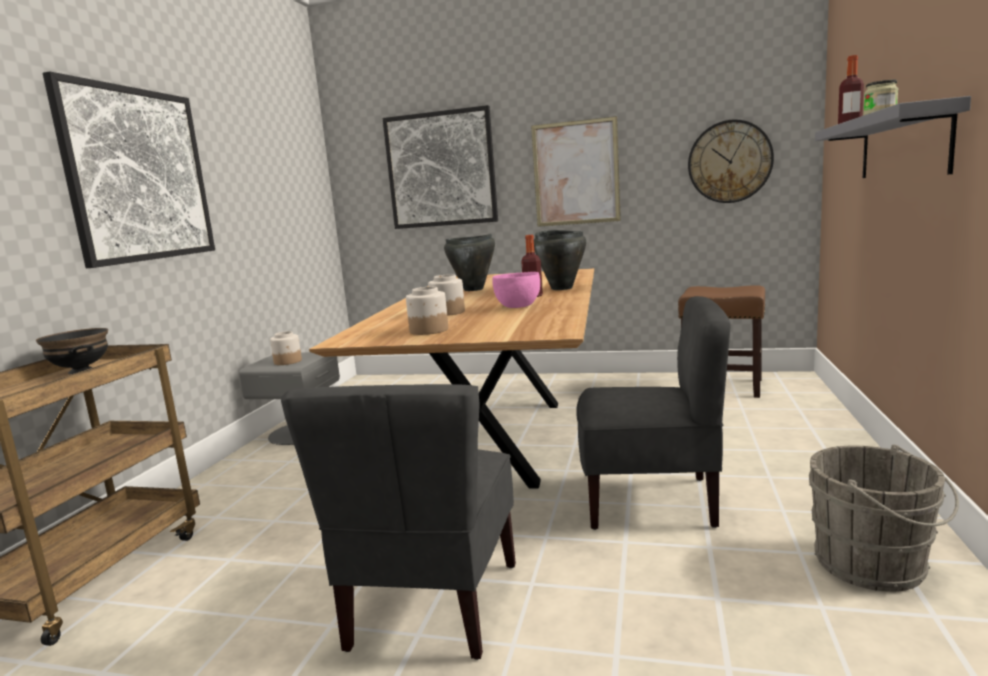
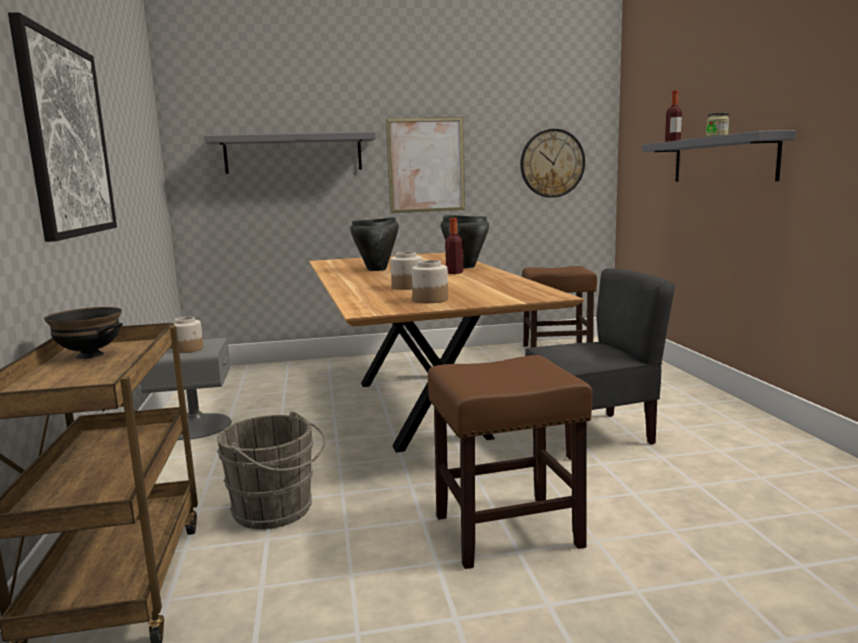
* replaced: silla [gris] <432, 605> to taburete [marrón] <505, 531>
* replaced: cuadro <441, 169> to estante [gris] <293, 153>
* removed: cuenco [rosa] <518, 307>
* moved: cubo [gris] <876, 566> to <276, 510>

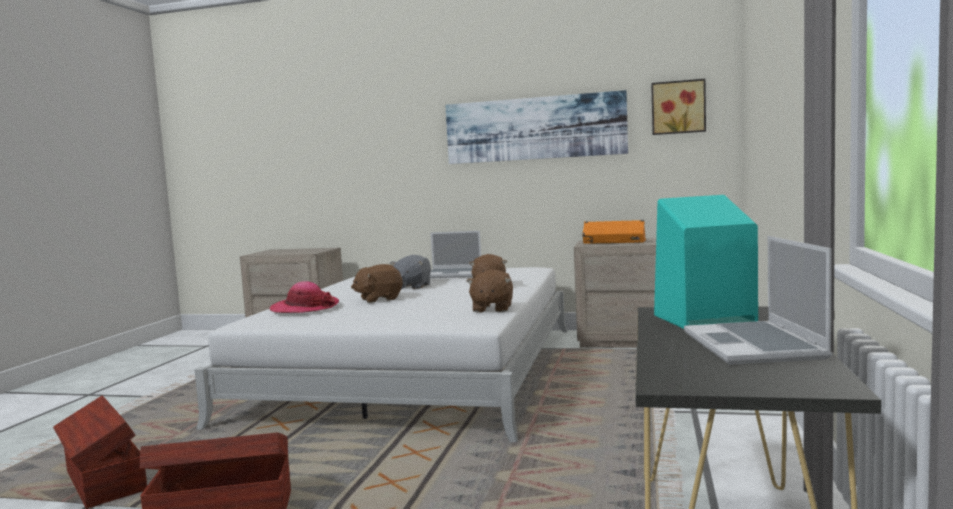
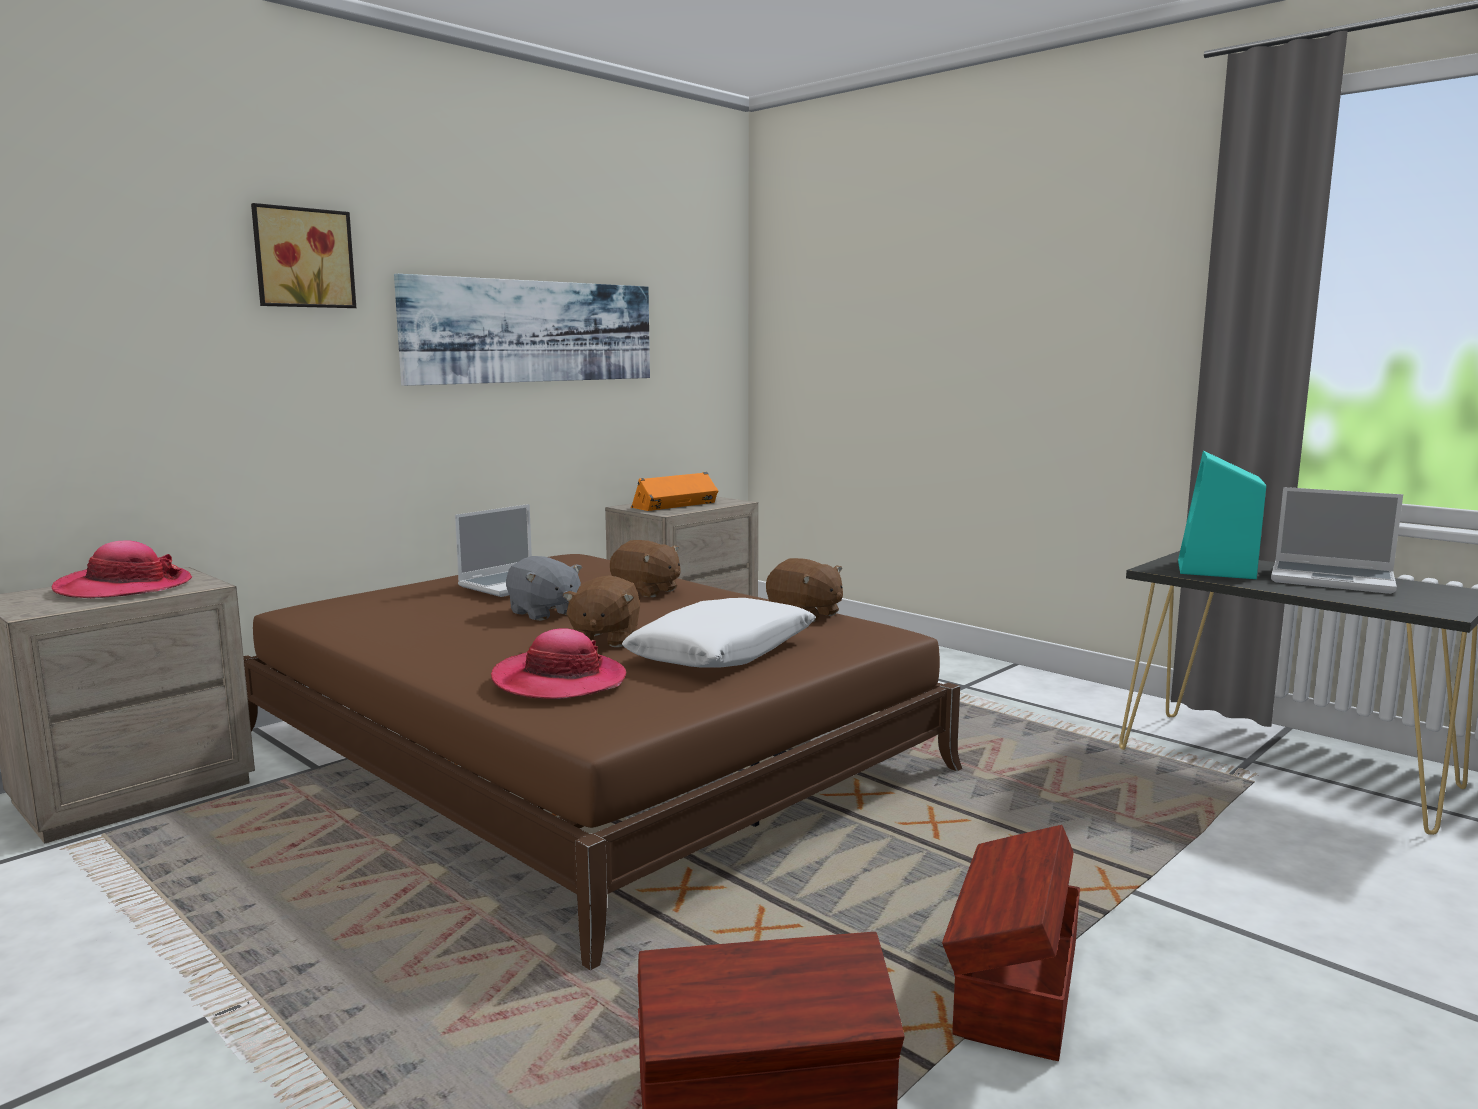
* recoloured: cama [blanco] <417, 371> to cama [marrón] <585, 753>
* moved: cuadro <678, 107> to <302, 258>
* added: sombrero <124, 587>
* added: cojín [blanco] <723, 653>

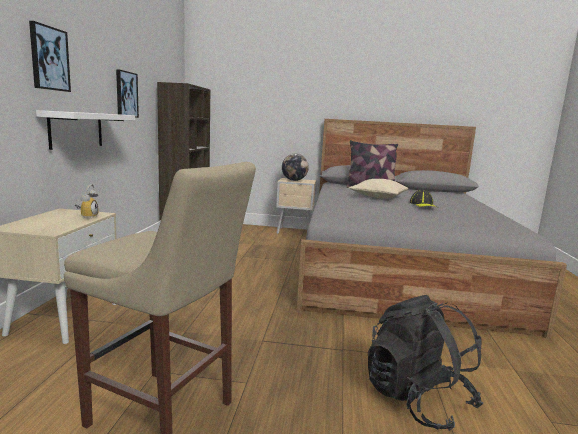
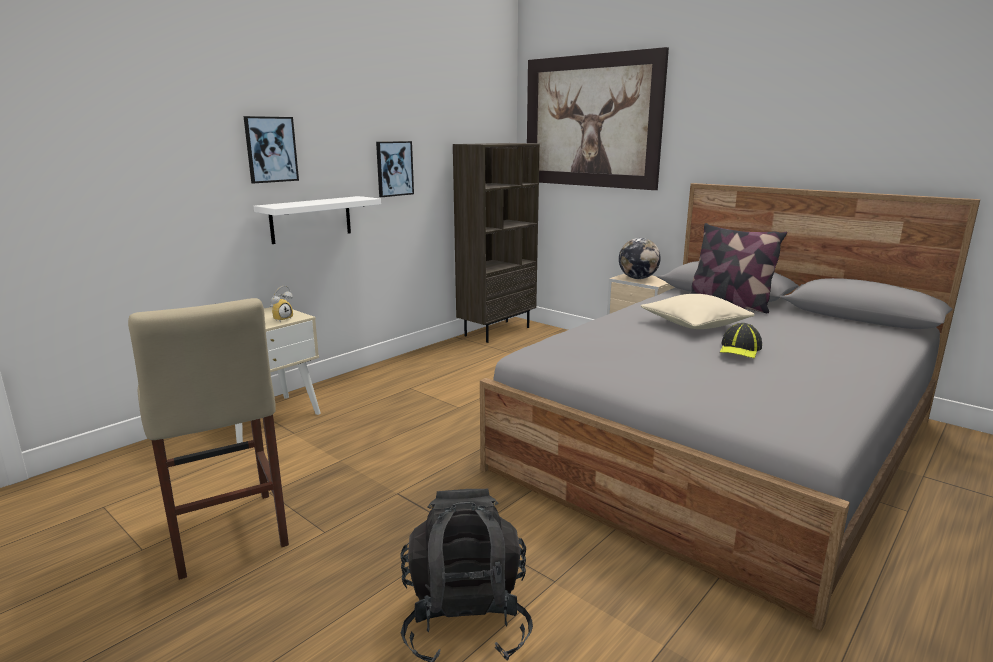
* added: cuadro <590, 121>

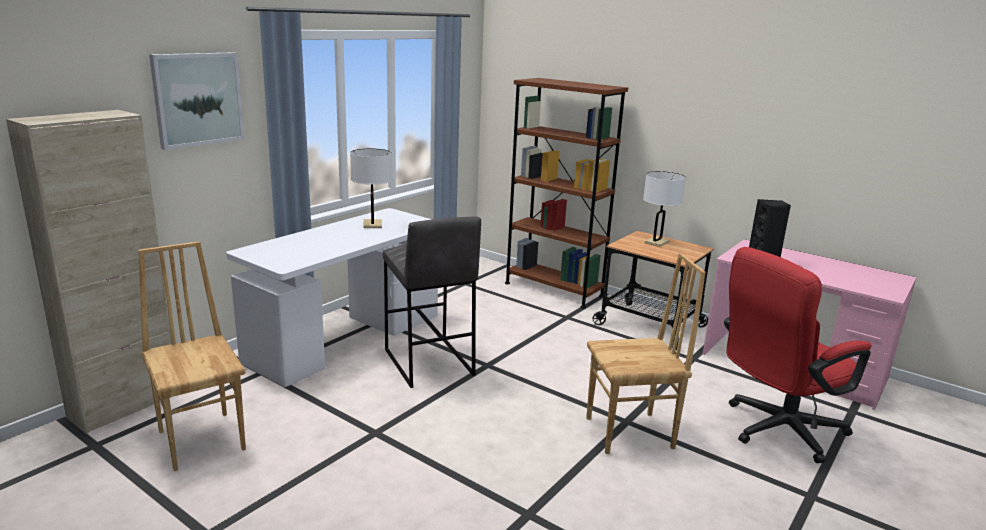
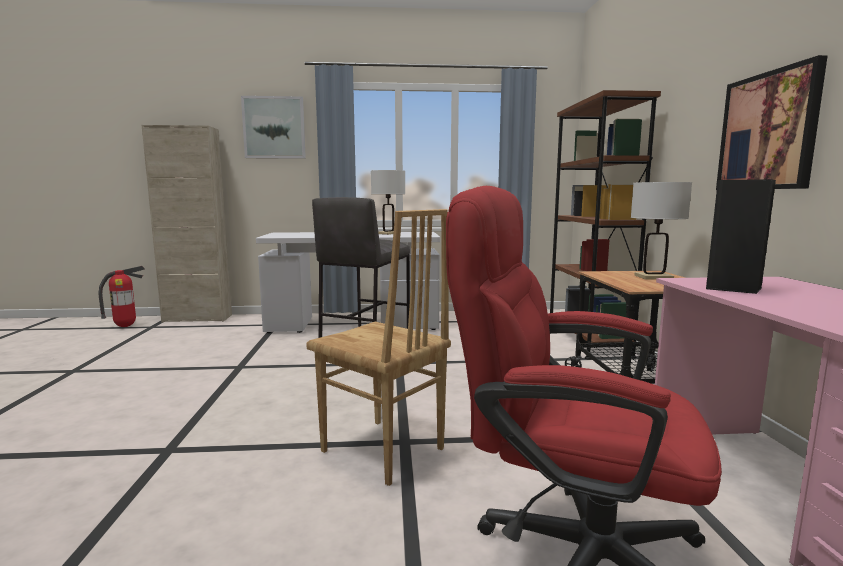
* removed: silla [marrón] <203, 439>
* added: extintor <125, 326>
* added: cuadro <768, 131>

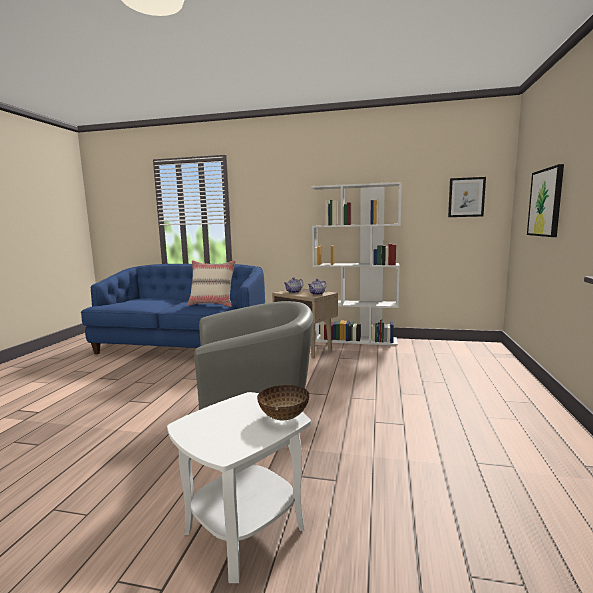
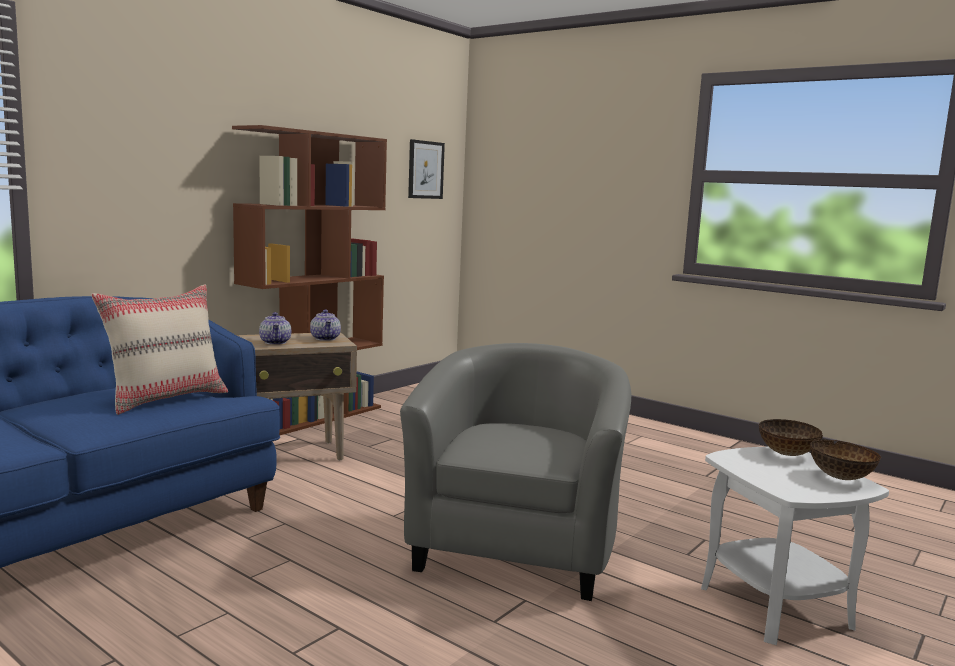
* recoloured: estantería [blanco] <355, 340> to estantería [marrón] <312, 417>
* removed: cuadro <545, 202>
* added: cuenco <841, 478>

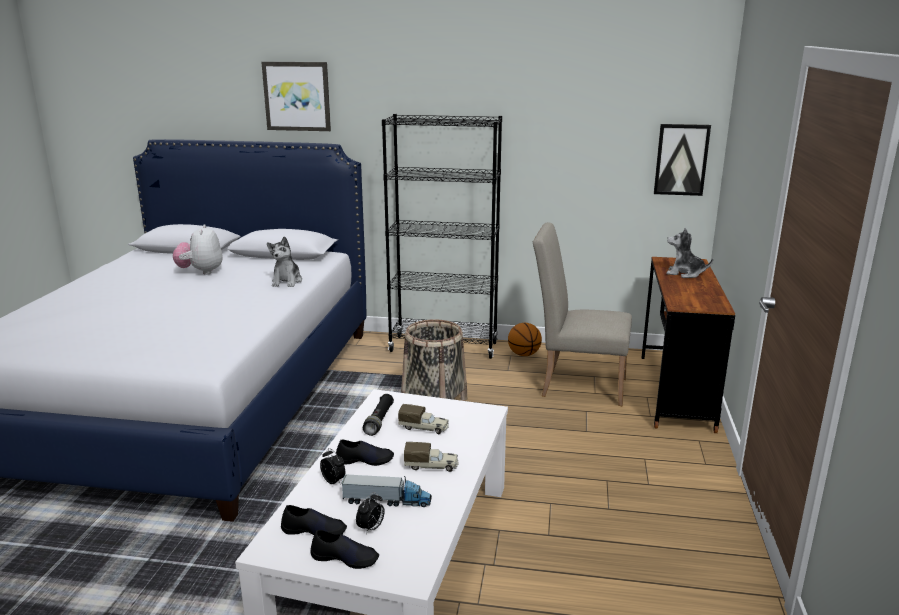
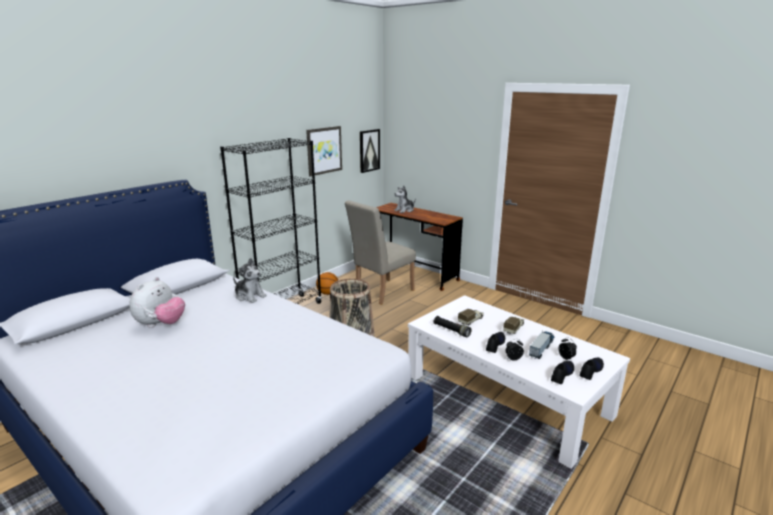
* turned: peluche <201, 272> = <161, 324> 90 degrees counterclockwise
* moved: cuadro <297, 96> to <324, 150>

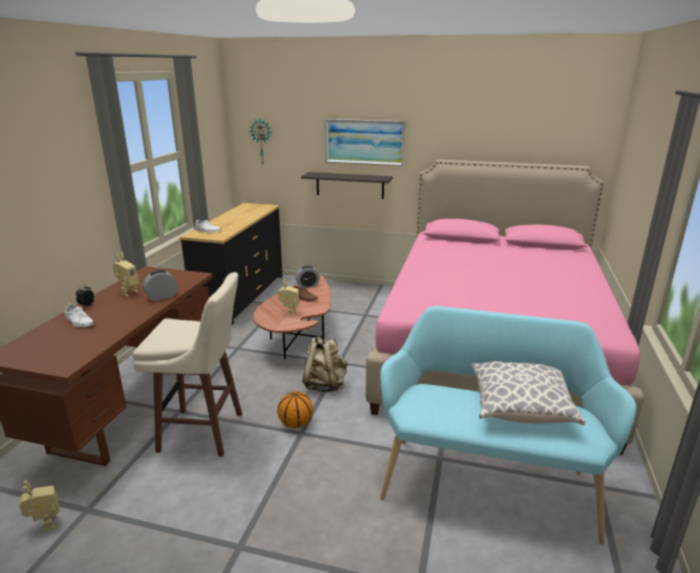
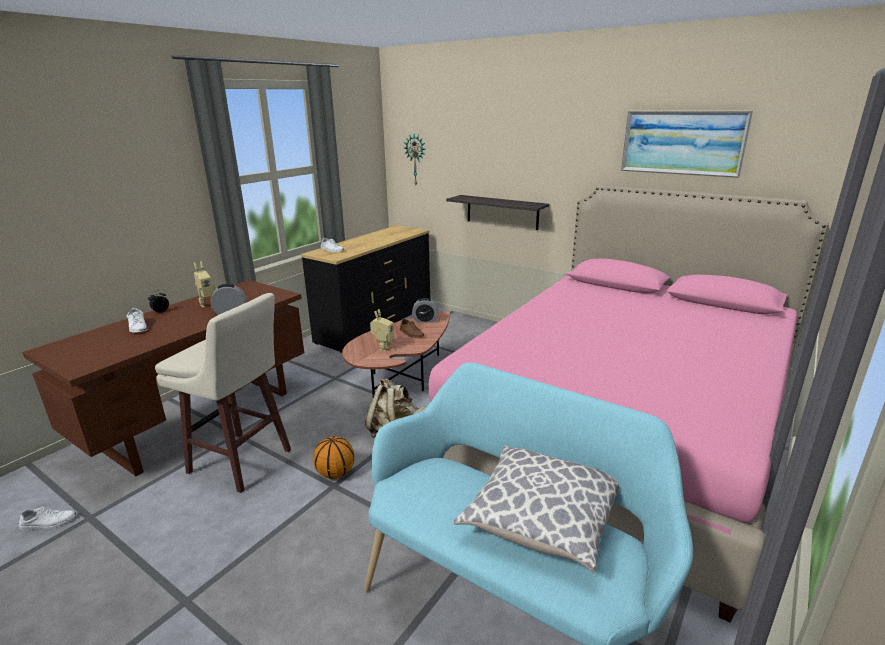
* replaced: robot de juguete <45, 525> to zapato [blanco] <48, 523>
* moved: cuadro <364, 142> to <682, 142>

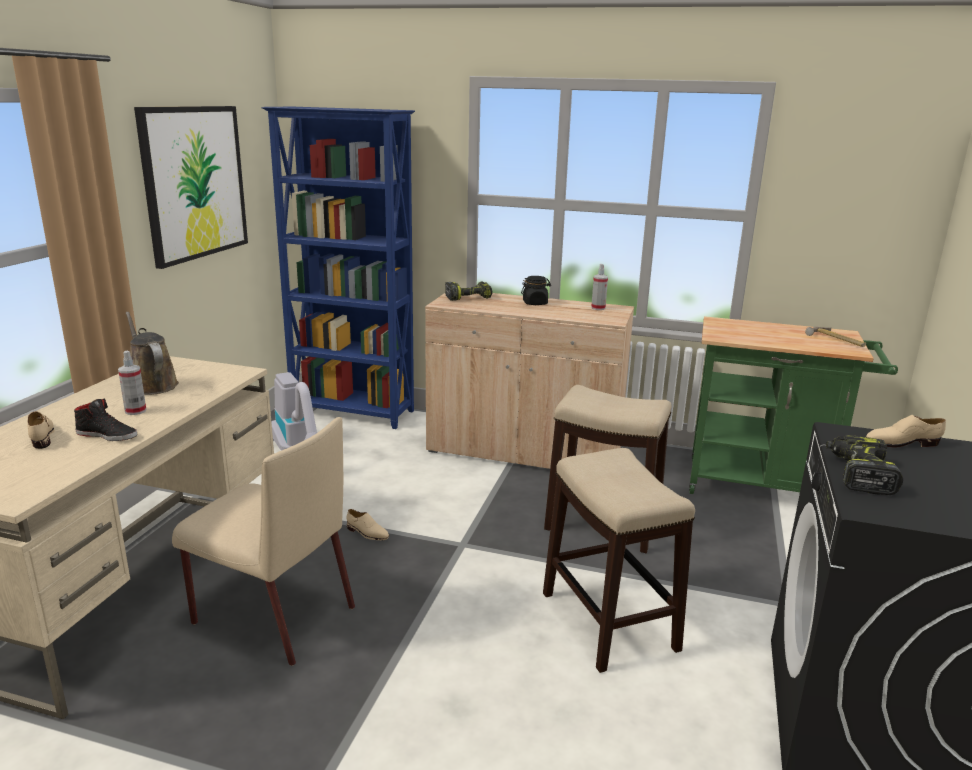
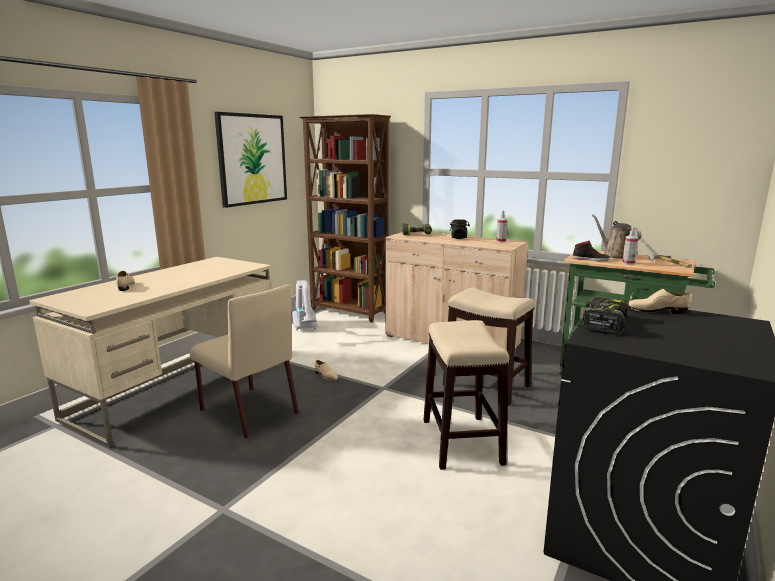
* moved: zapato [negro] <107, 435> to <590, 259>
* moved: pulverizador <135, 411> to <628, 263>
* moved: regadera [marrón] <151, 385> to <615, 255>
* recoloured: estantería [azul] <353, 413> to estantería [marrón] <349, 312>

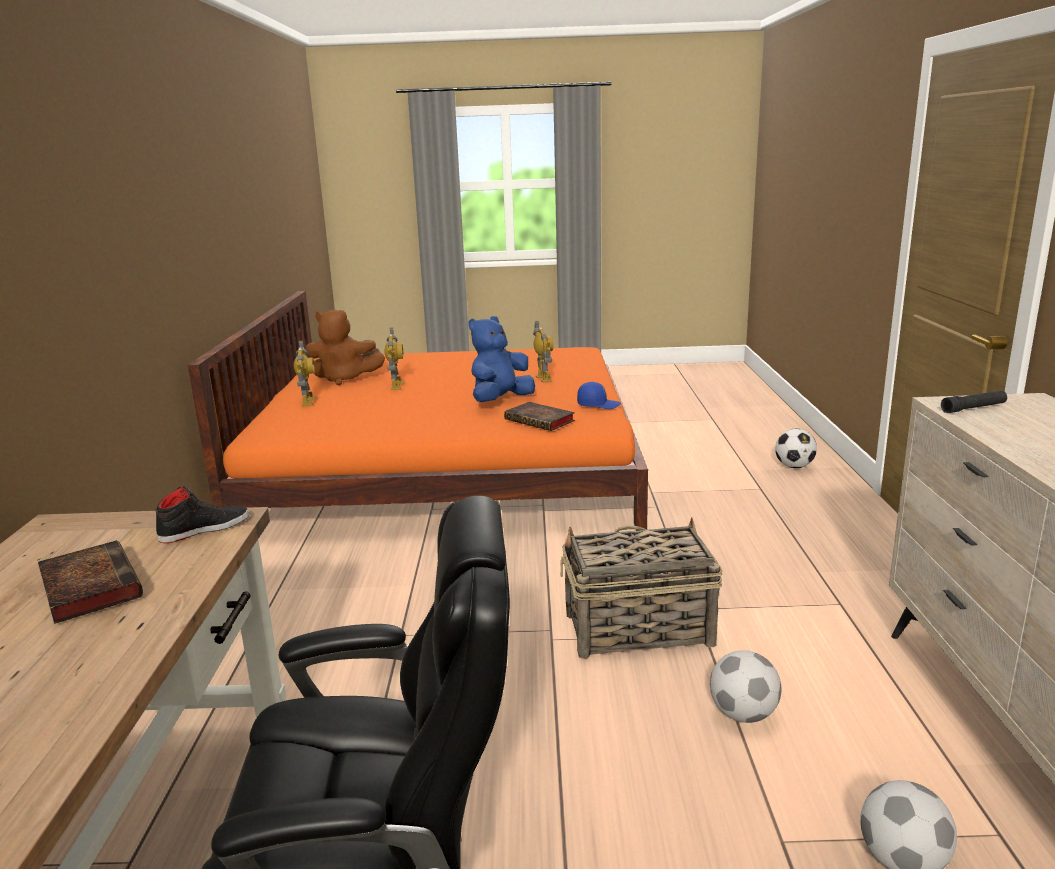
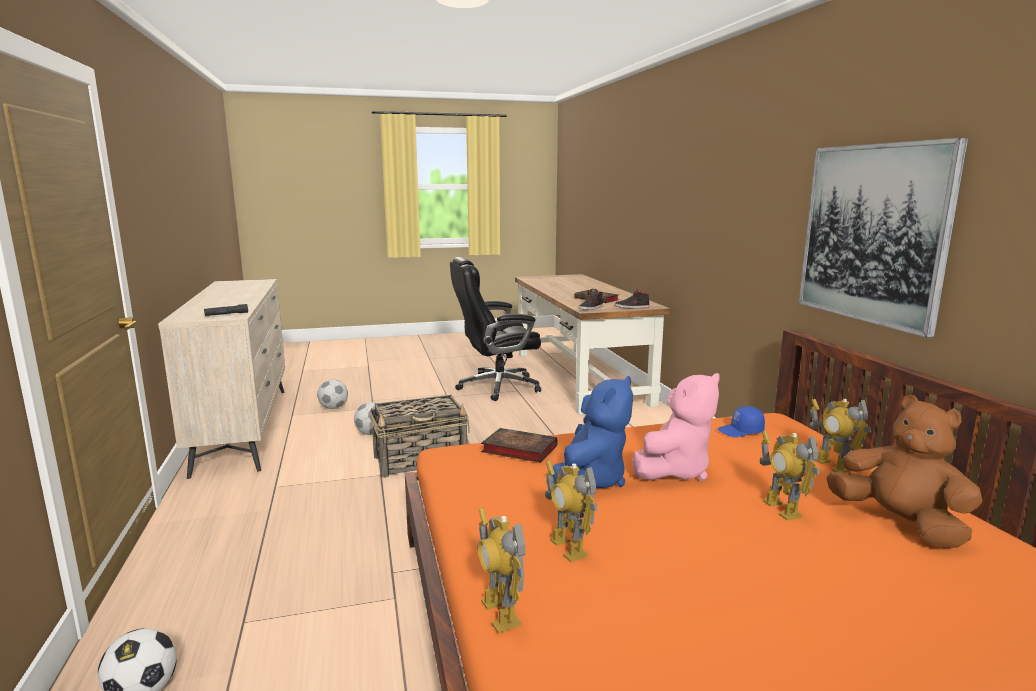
* turned: peluche [marrón] <344, 379> = <899, 523> 60 degrees clockwise
* moved: gorra [azul] <598, 405> to <740, 431>
* added: robot de juguete <500, 613>
* added: zapato [negro] <632, 307>
* added: peluche [rosa] <674, 471>
* added: cuadro <873, 233>

